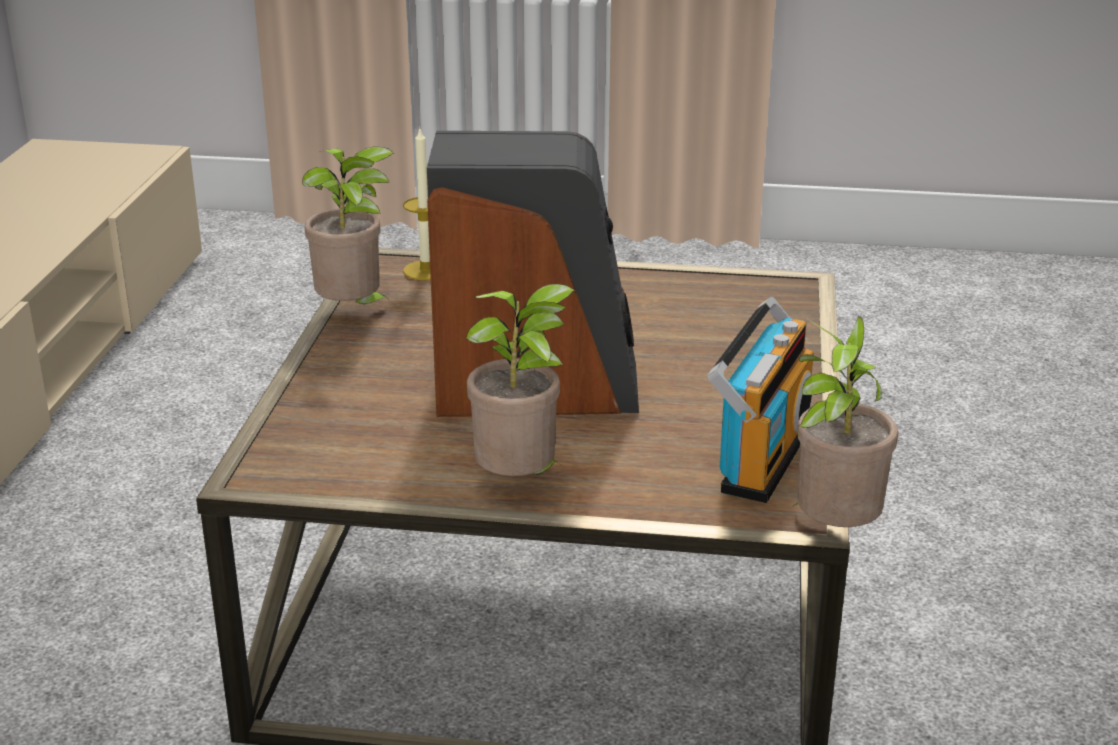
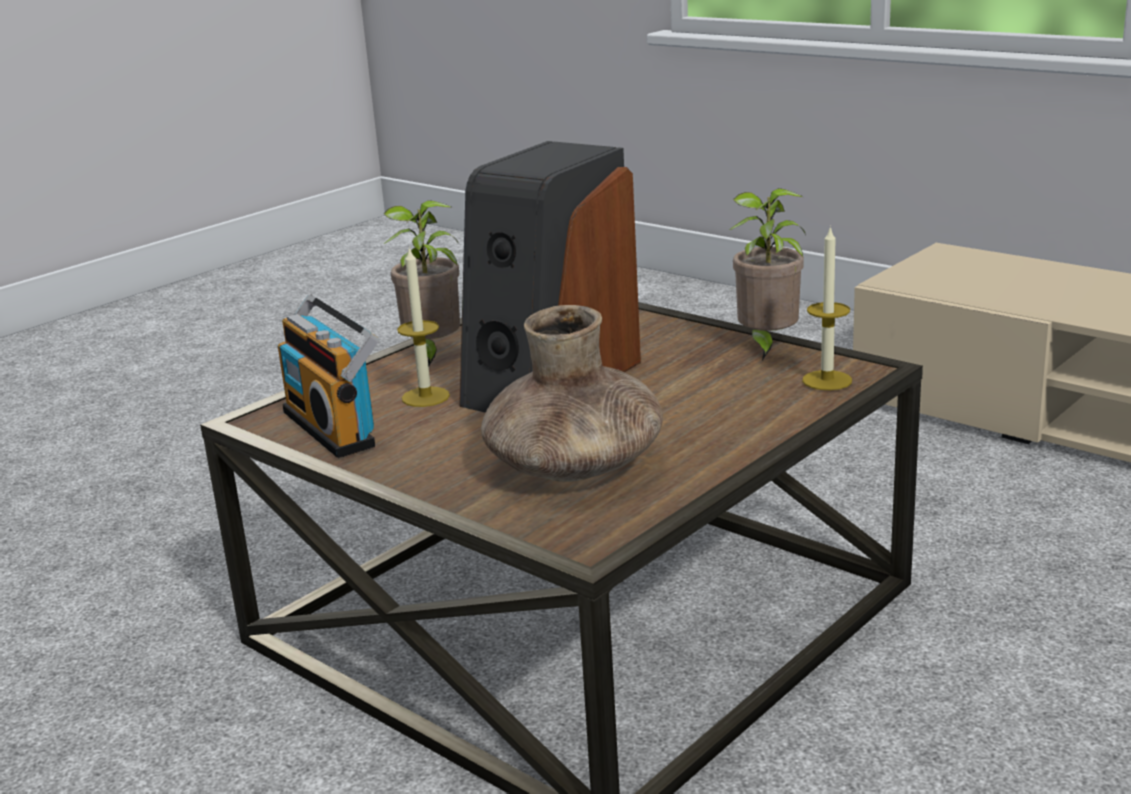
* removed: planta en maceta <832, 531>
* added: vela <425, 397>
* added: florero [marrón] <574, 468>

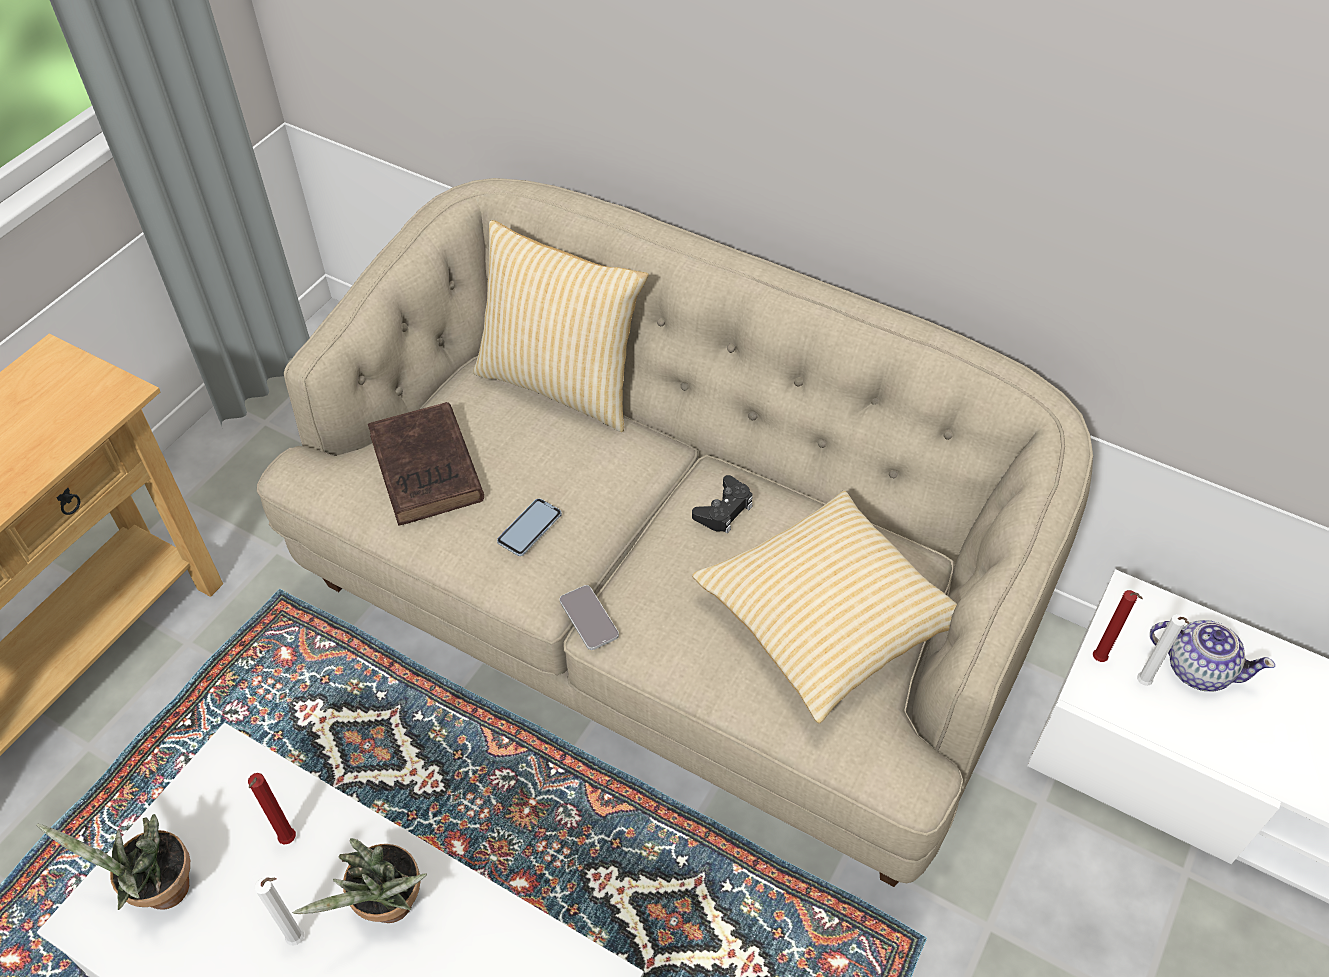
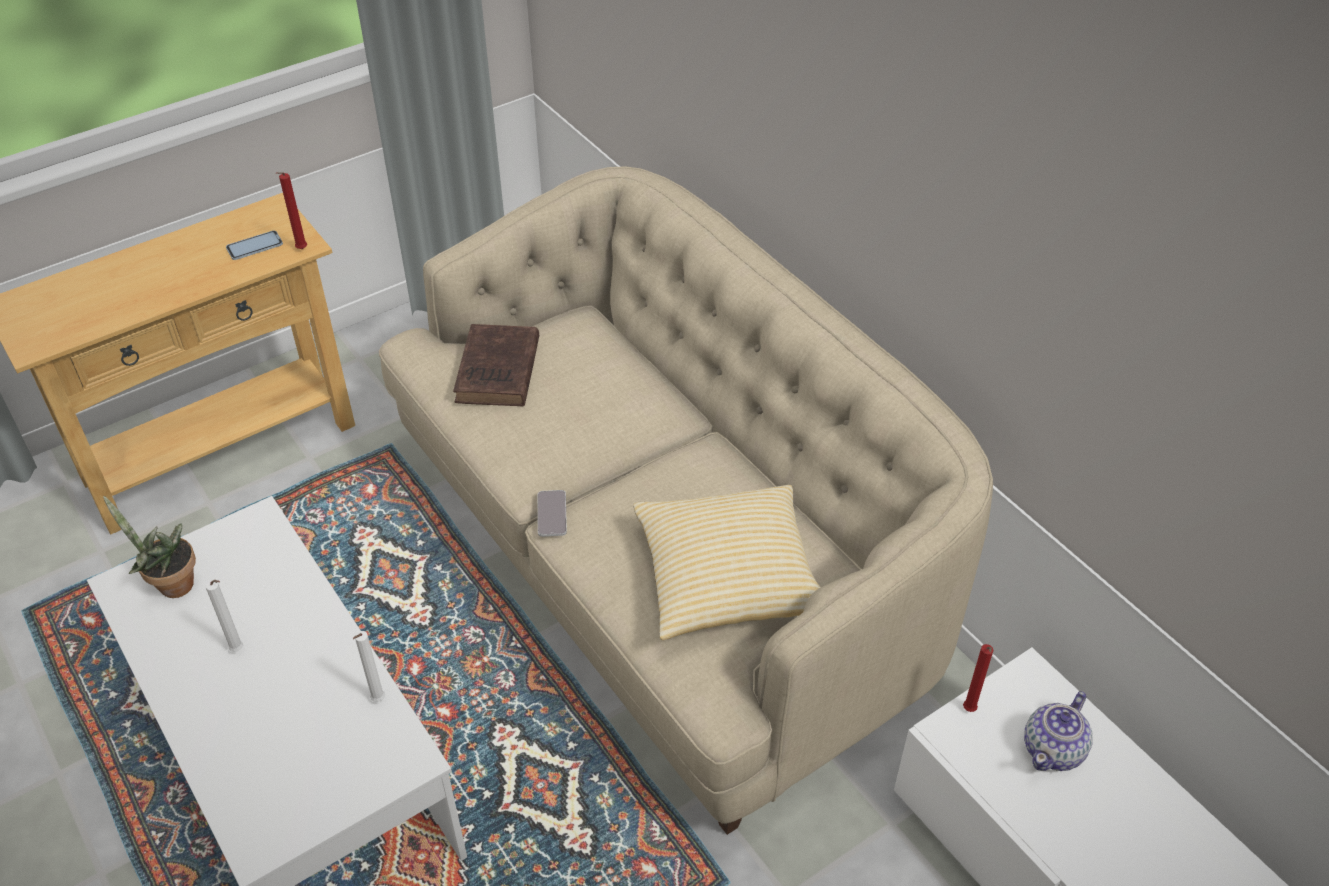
* moved: vela [rojo] <287, 842> to <300, 250>
* removed: planta en maceta <388, 909>
* removed: cojín <562, 383>
* moved: móvil <529, 528> to <254, 246>
* removed: mando de consola [negro] <724, 510>
* moved: vela [blanco] <1143, 684> to <377, 701>
* turned: tetera <1197, 668> = <1054, 749> 75 degrees clockwise

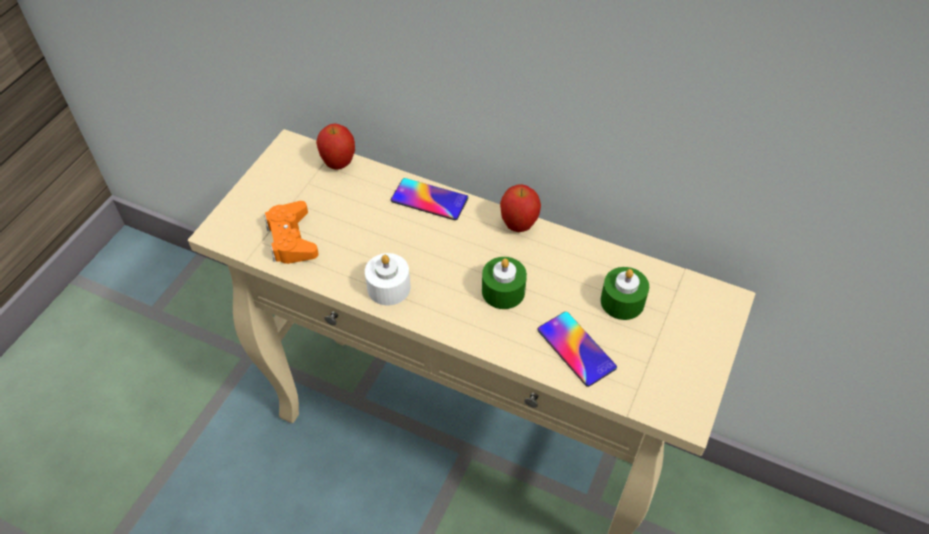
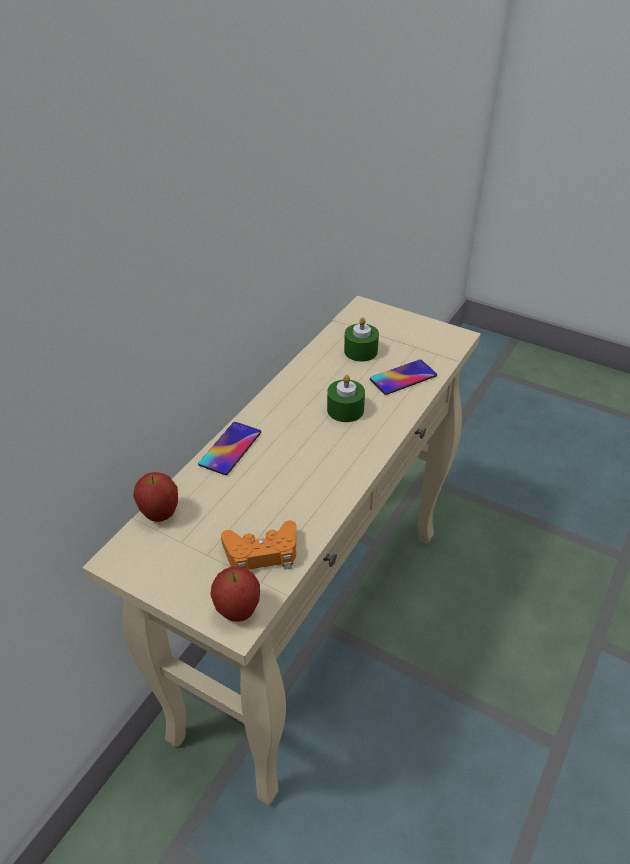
* removed: vela [blanco] <388, 287>
* moved: manzana <518, 225> to <238, 612>

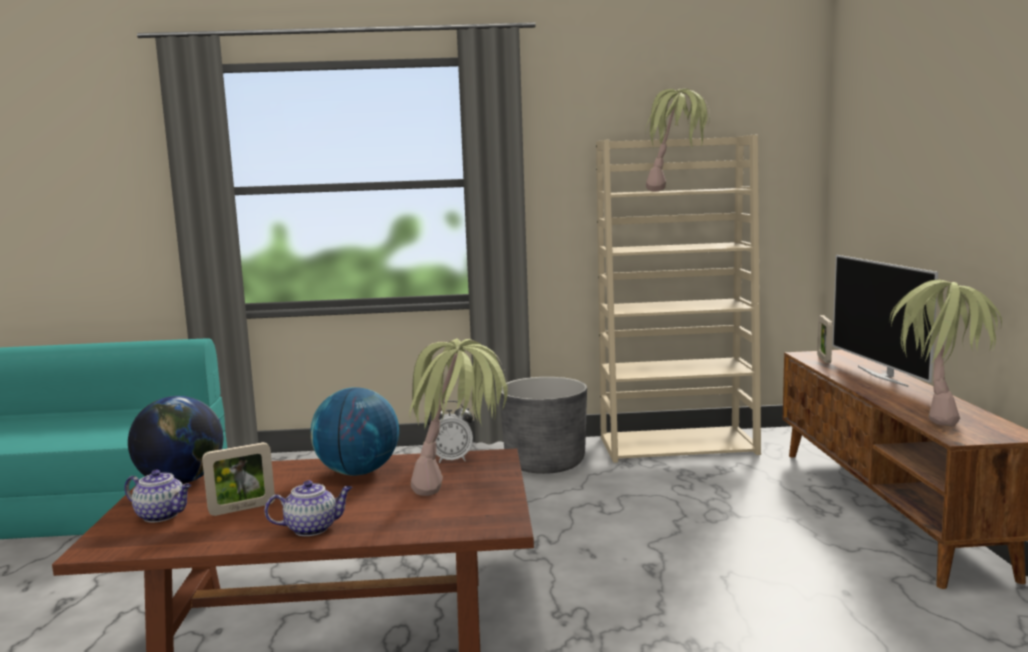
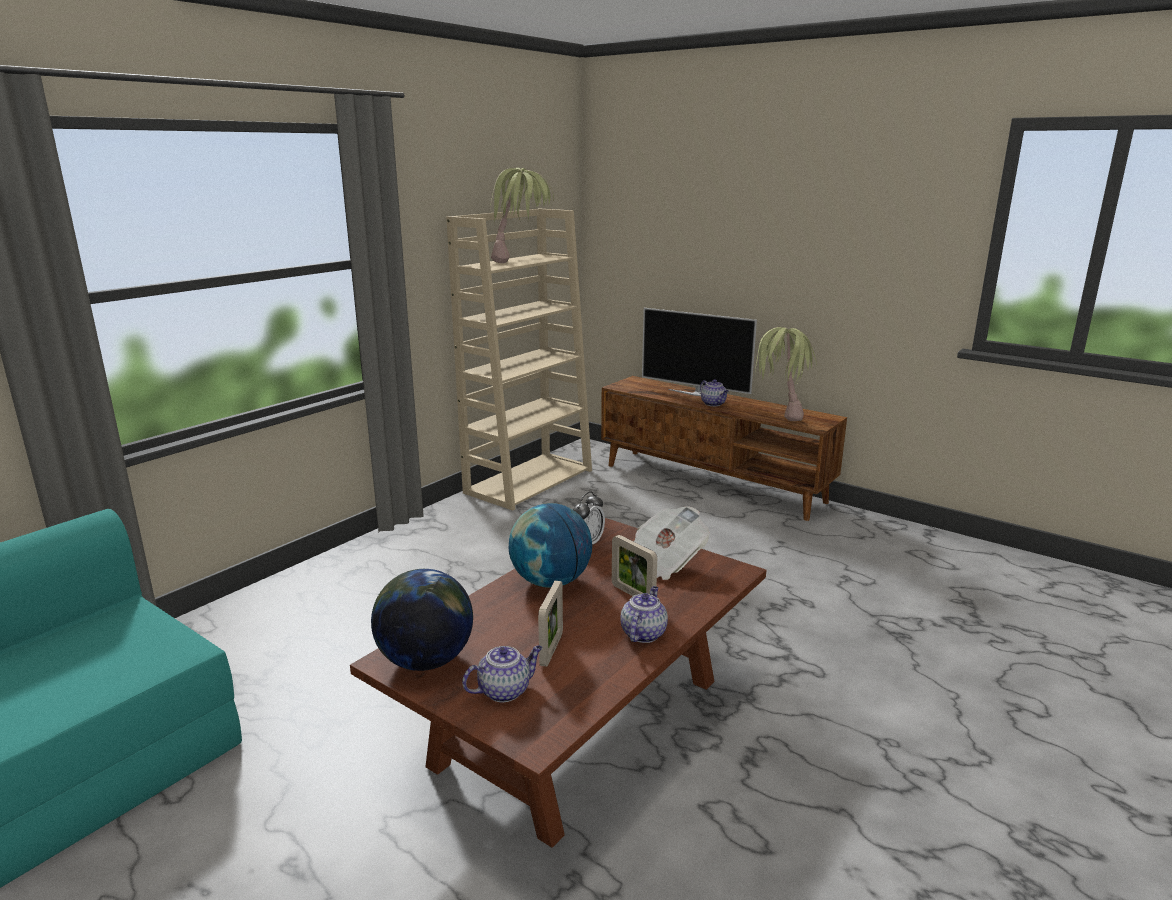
* replaced: planta en maceta <462, 494> to periódico <663, 563>
* removed: maceta [gris] <545, 463>
* moved: portarretratos <823, 359> to <633, 594>
* added: tetera <714, 404>

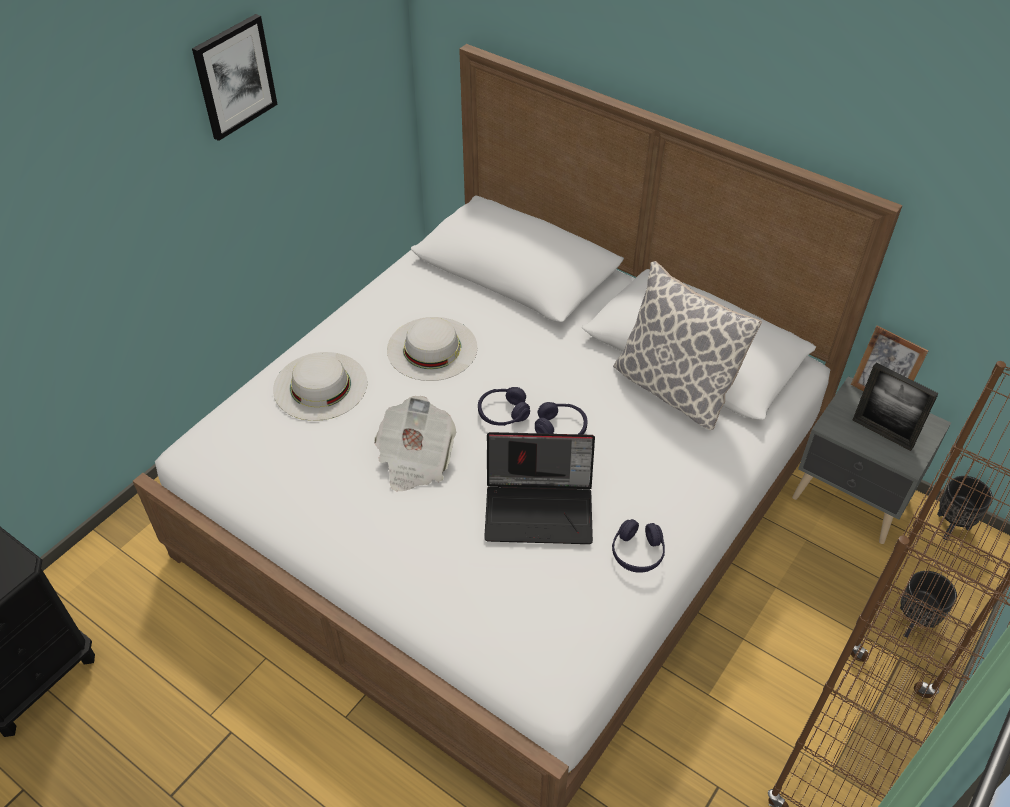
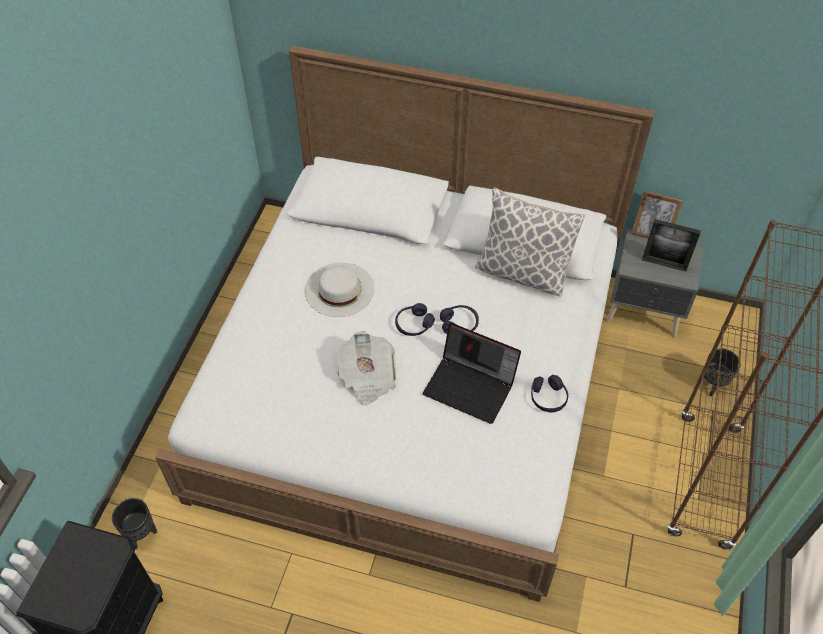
* removed: cuadro <234, 77>
* removed: sombrero [blanco] <320, 385>
* turned: portátil <540, 508> = <471, 386> 45 degrees clockwise
* moved: maceta [negro] <951, 527> to <142, 535>

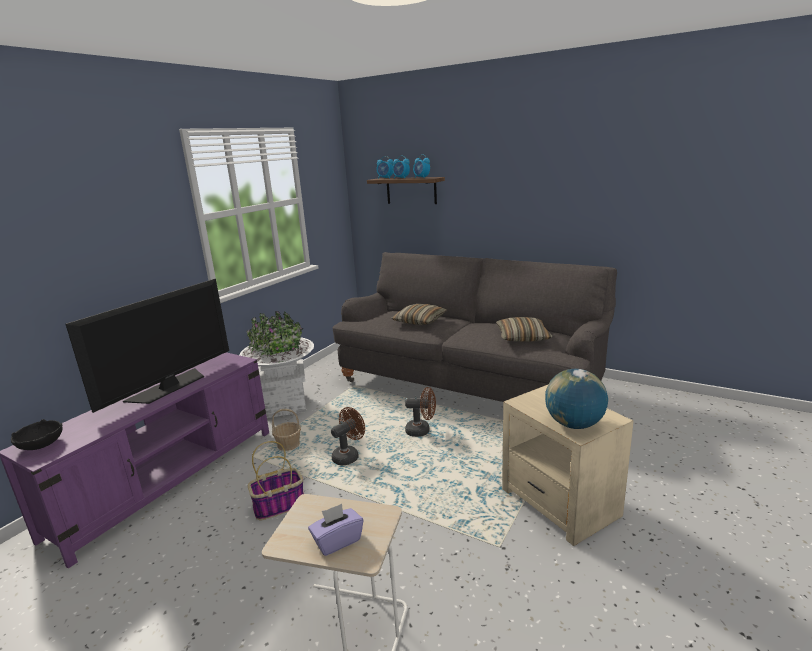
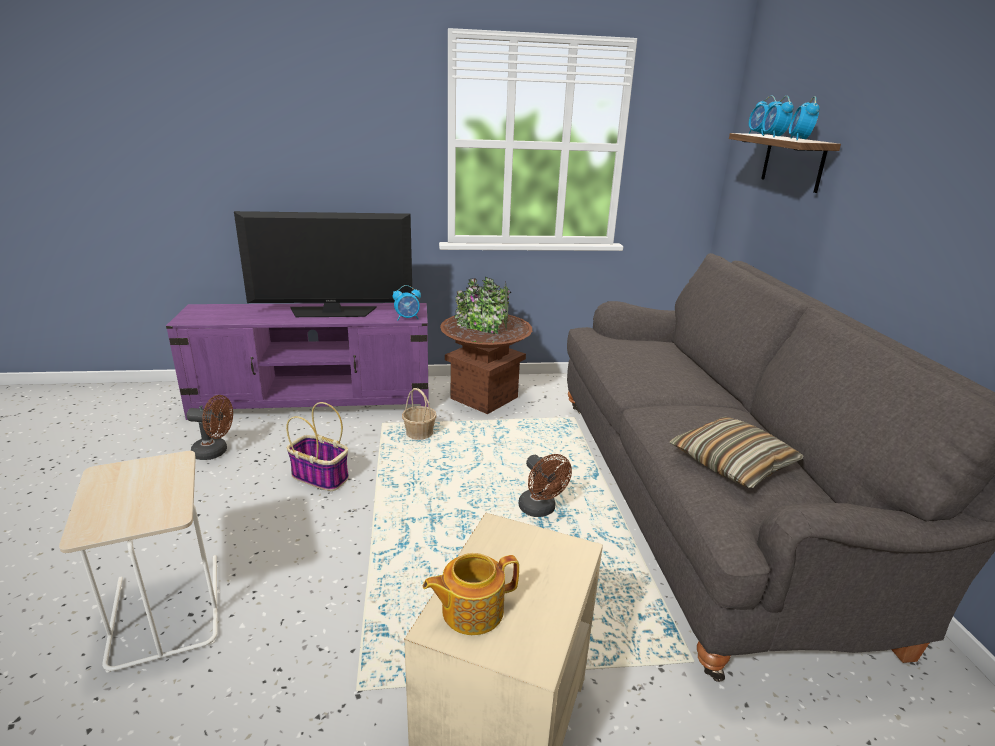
* removed: cuenco [negro] <41, 444>
* recoloured: maceta [blanco] <285, 405> to maceta [marrón] <484, 397>
* removed: caja de pañuelos [morado] <337, 541>
* moved: ventilador [marrón] <348, 456> to <215, 452>
* removed: cojín <420, 321>
* replaced: globo terráqueo <574, 424> to tetera <471, 610>
* added: despertador <407, 318>

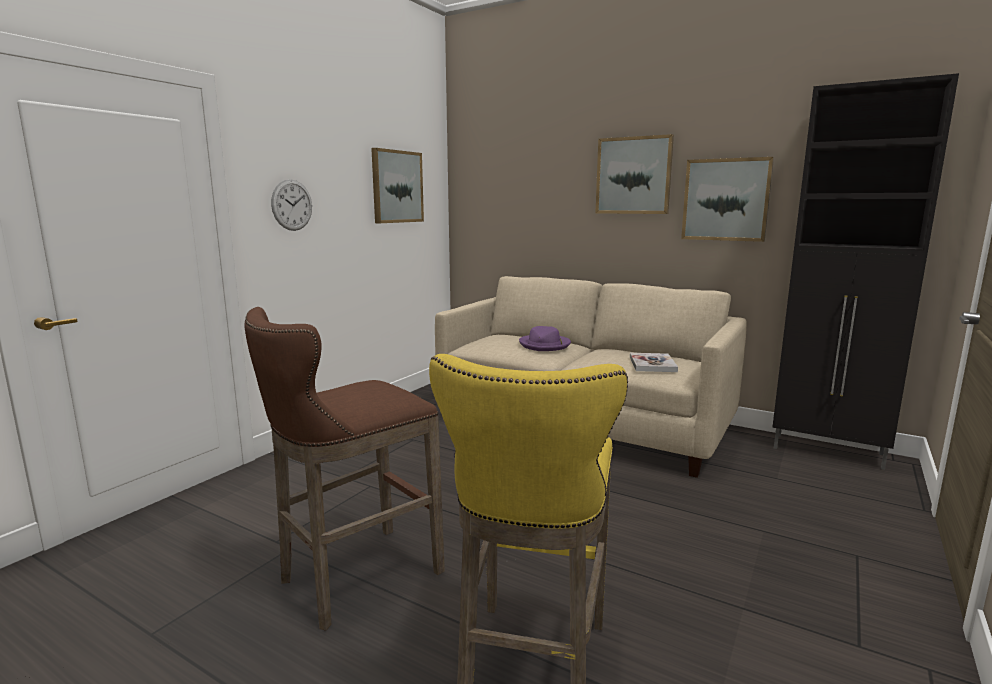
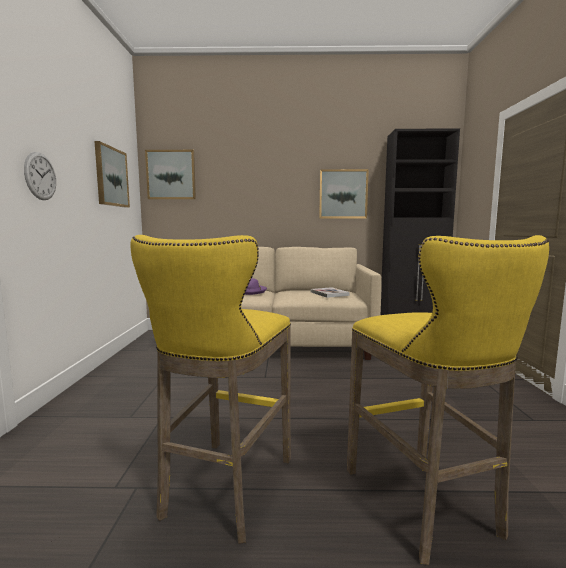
* recoloured: taburete [marrón] <354, 579> to taburete [amarillo] <225, 491>
* moved: cuadro <633, 175> to <171, 175>

